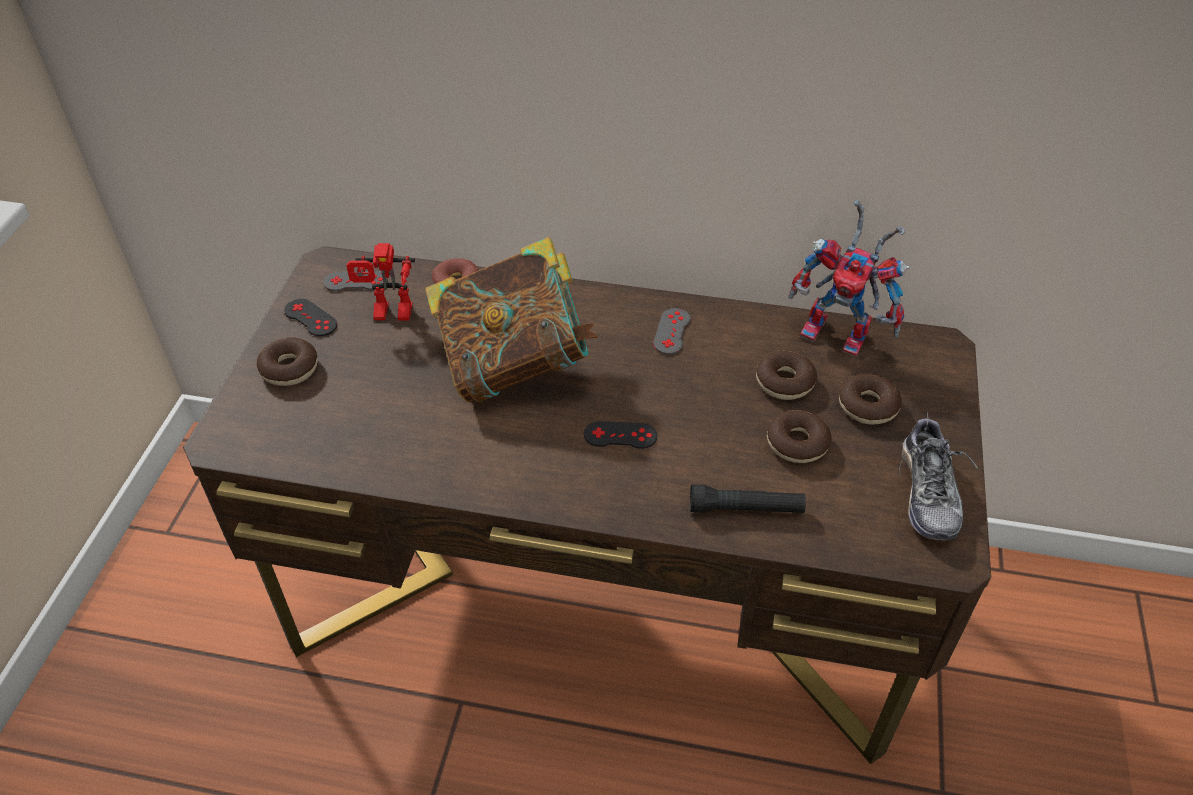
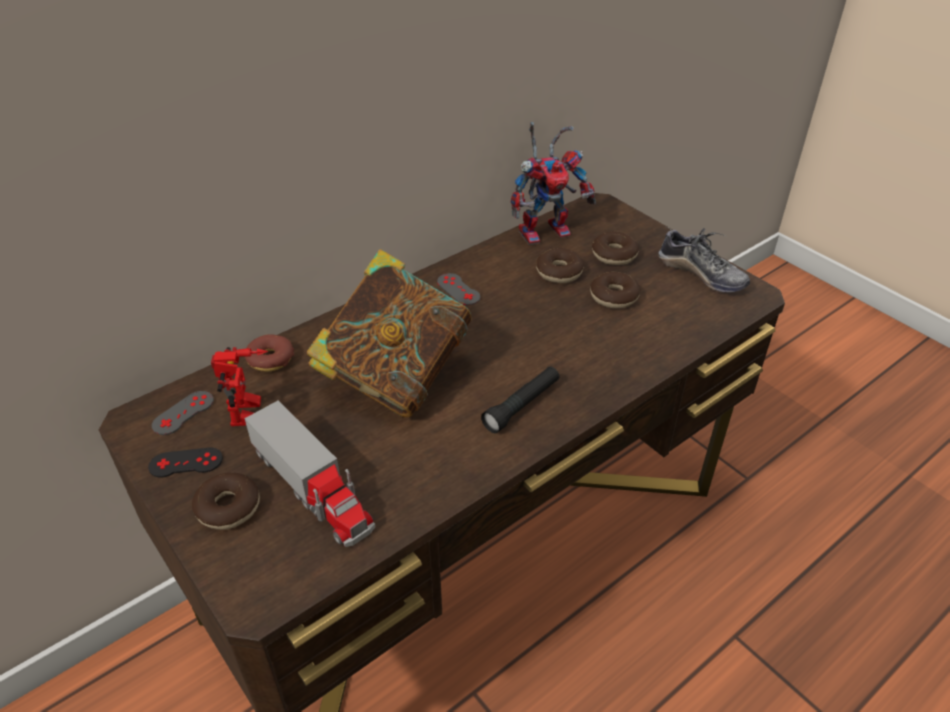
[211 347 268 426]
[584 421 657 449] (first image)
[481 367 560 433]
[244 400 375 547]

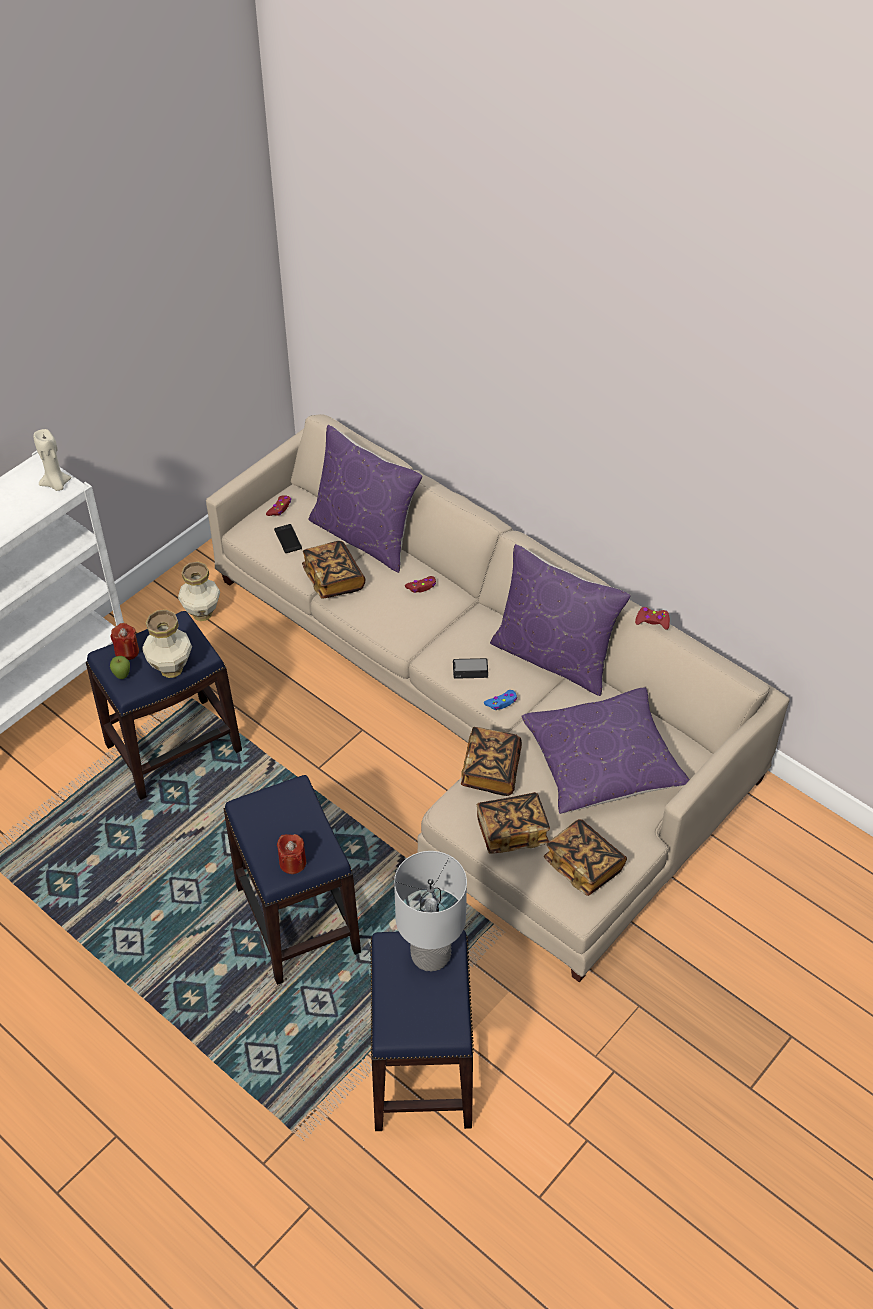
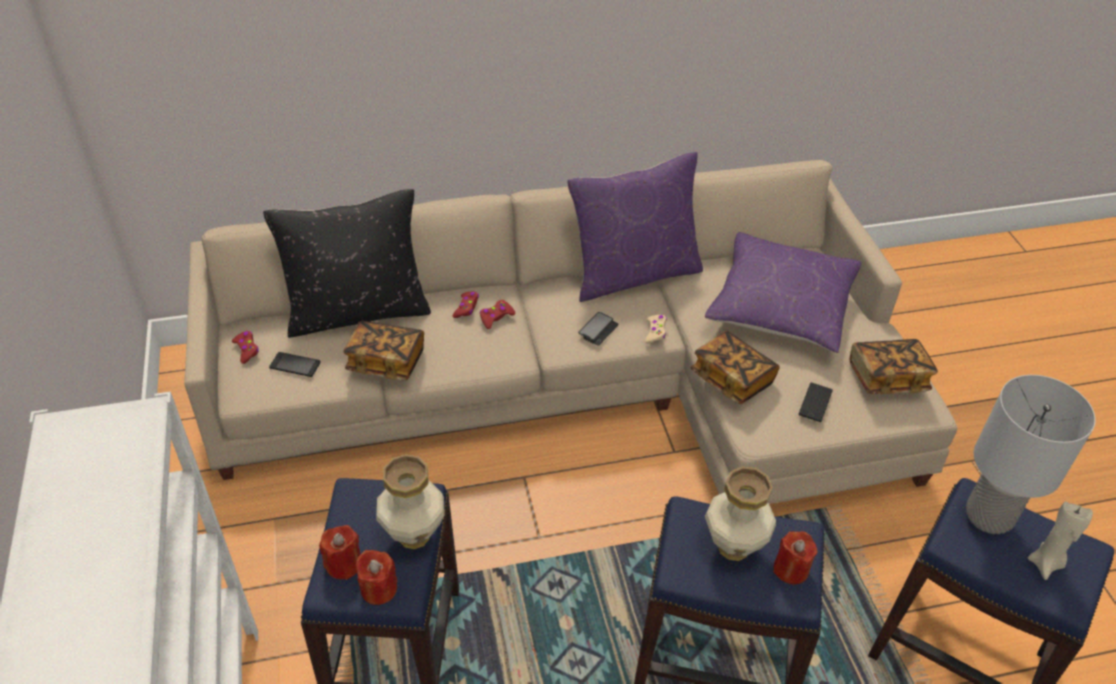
[263 189 431 338]
[1028 501 1093 580]
[705 467 776 561]
[480 300 515 329]
[356 550 397 605]
[645 315 667 343]
[799 383 833 422]

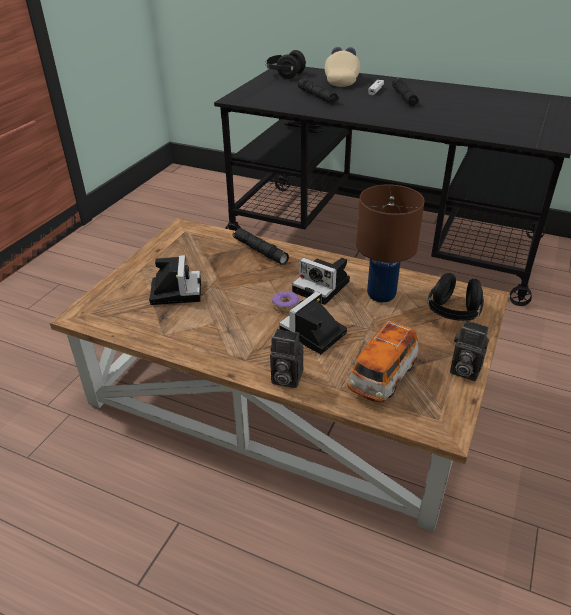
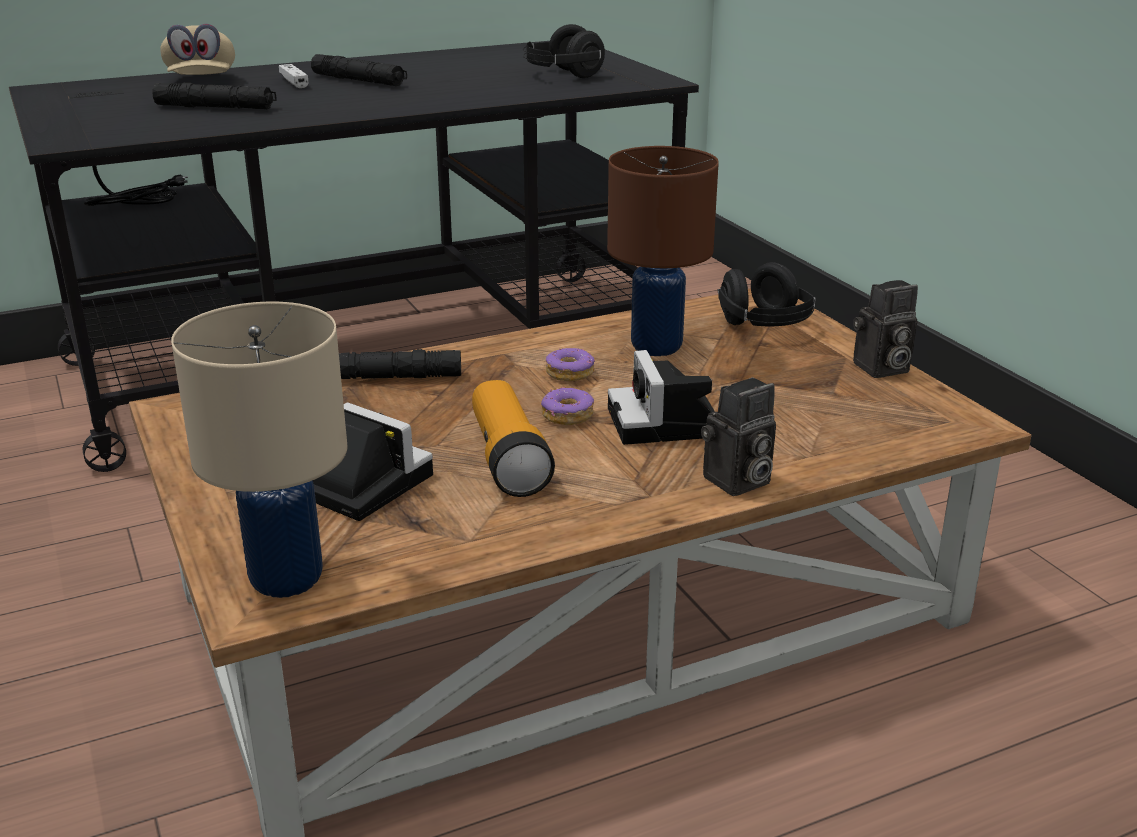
[160 24 235 75]
[523 24 605 78]
[546 348 595 381]
[347 320 419 403] (first image)
[171 302 347 598]
[472 380 555 497]

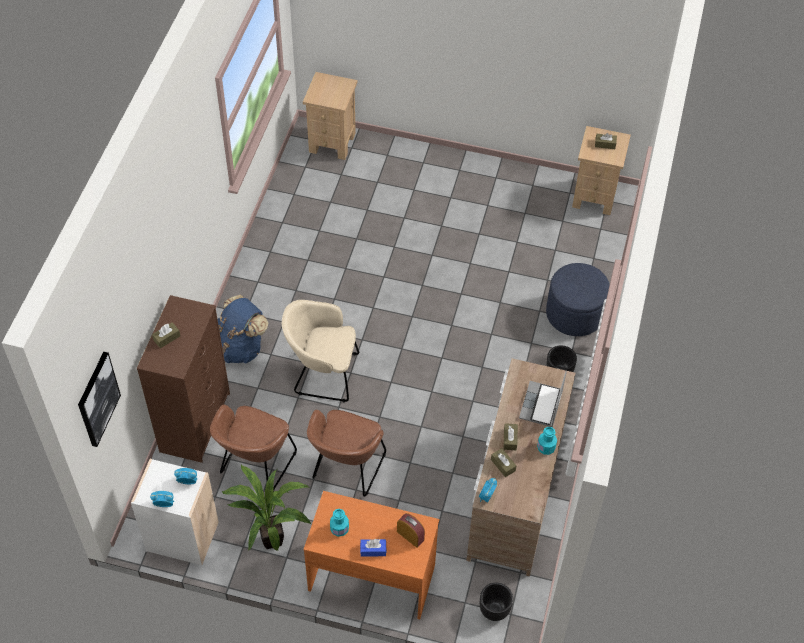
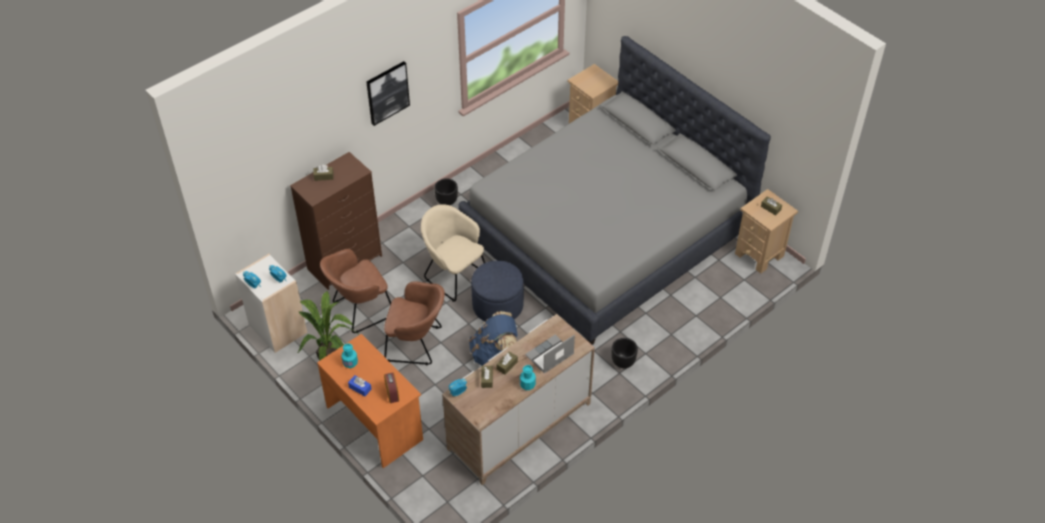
[471 260 524 321]
[469 311 518 366]
[366 61 410 126]
[384 281 445 365]
[434 178 458 205]
[459 36 771 345]

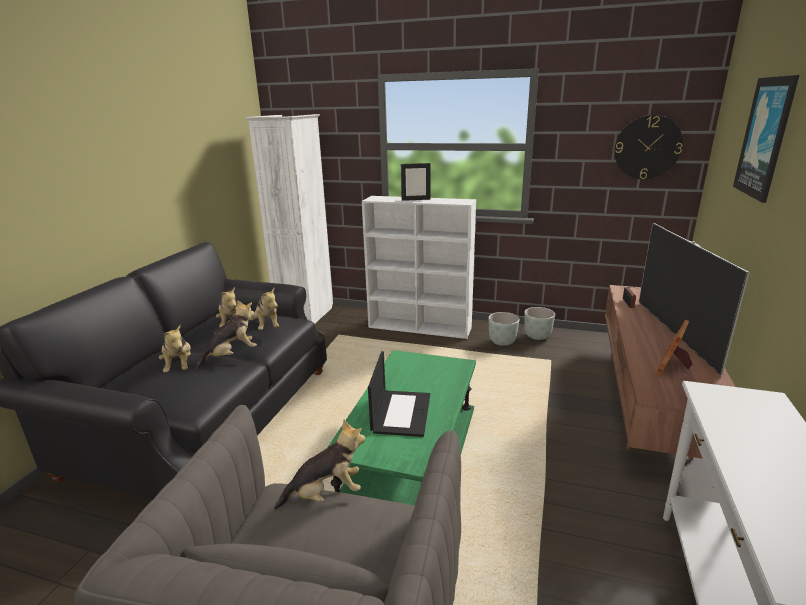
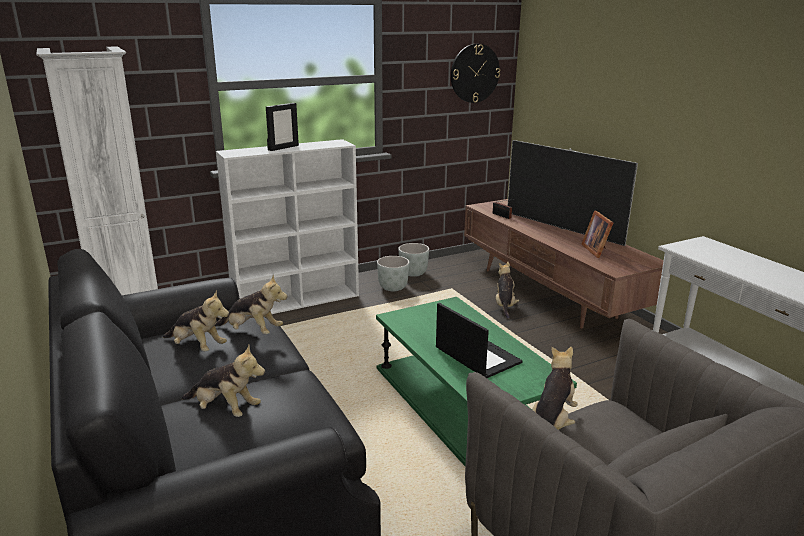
[733 75 799 203] (first image)
[496 262 519 319]

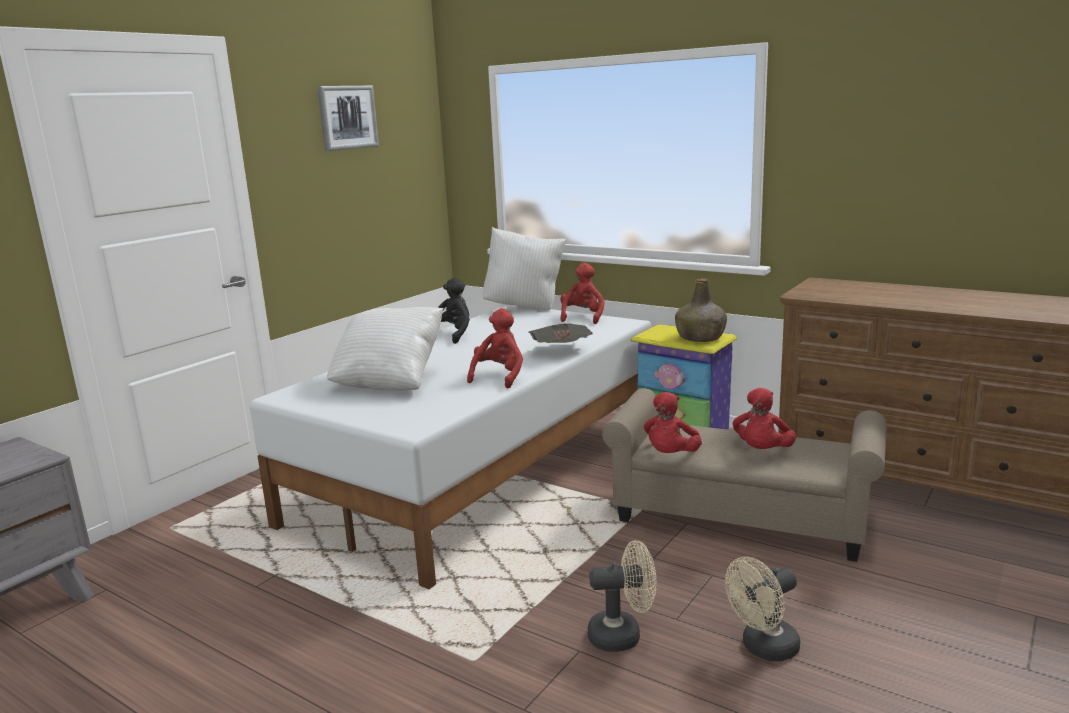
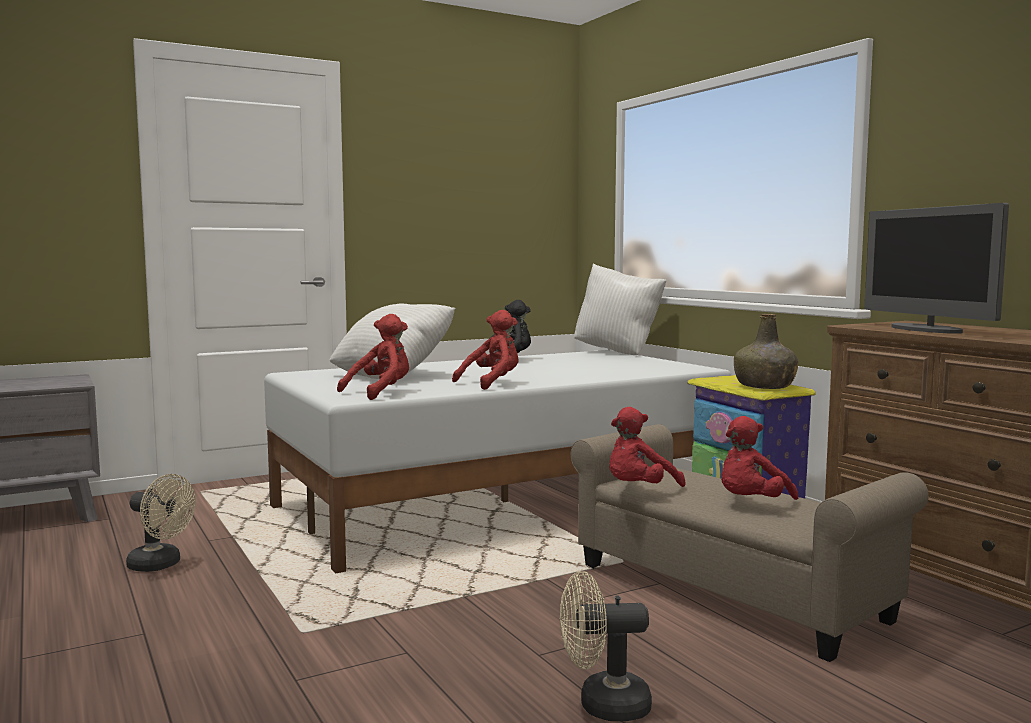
[317 86 379 151] (first image)
[337 314 409 400]
[529 323 593 343] (first image)
[126 474 196 572]
[864 203 1009 334]

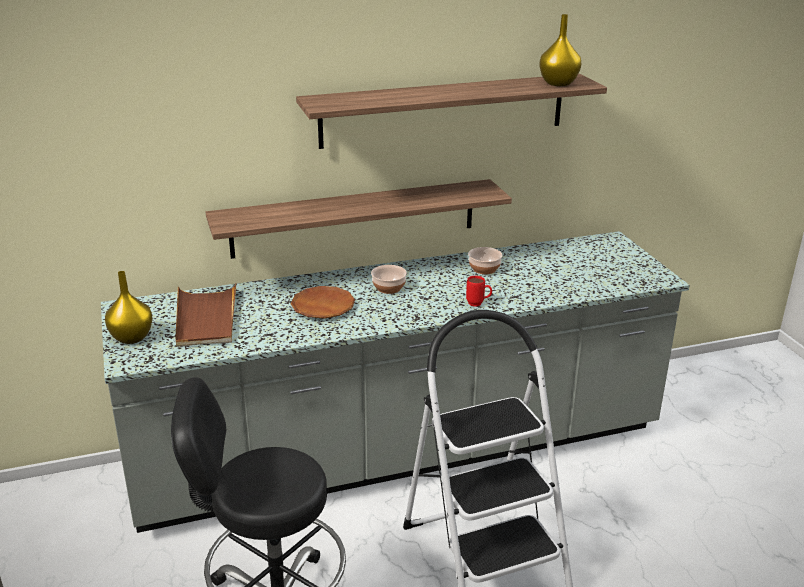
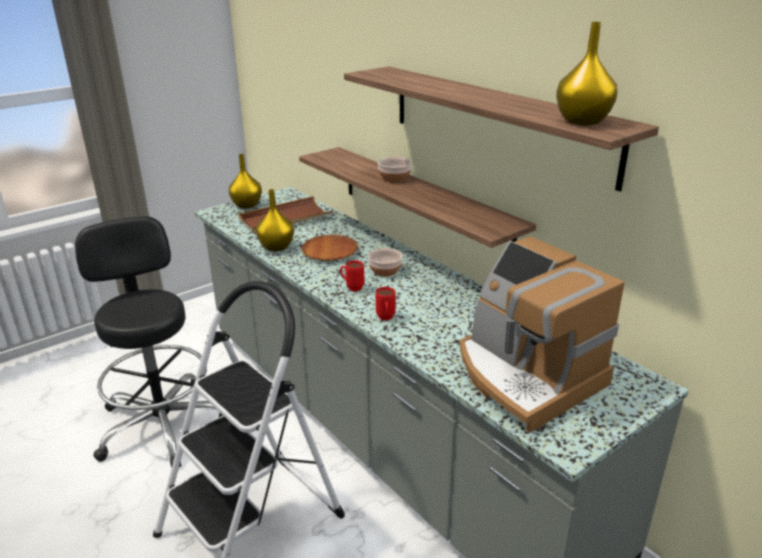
[377 157 412 182]
[256 189 294 251]
[460 236 625 433]
[340 260 364 292]

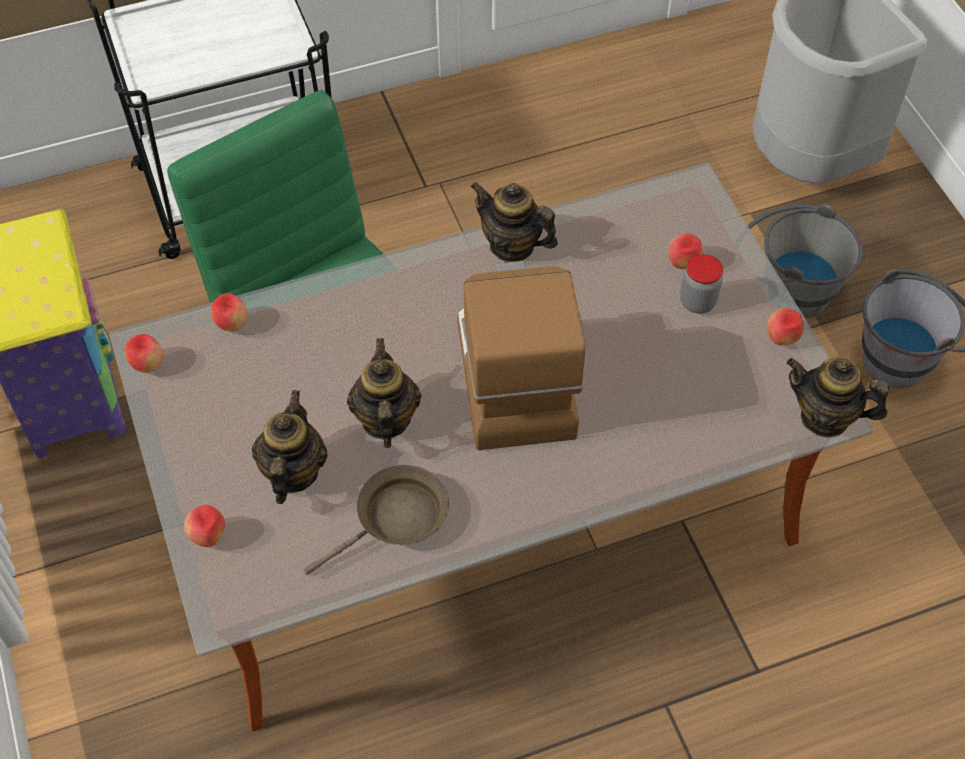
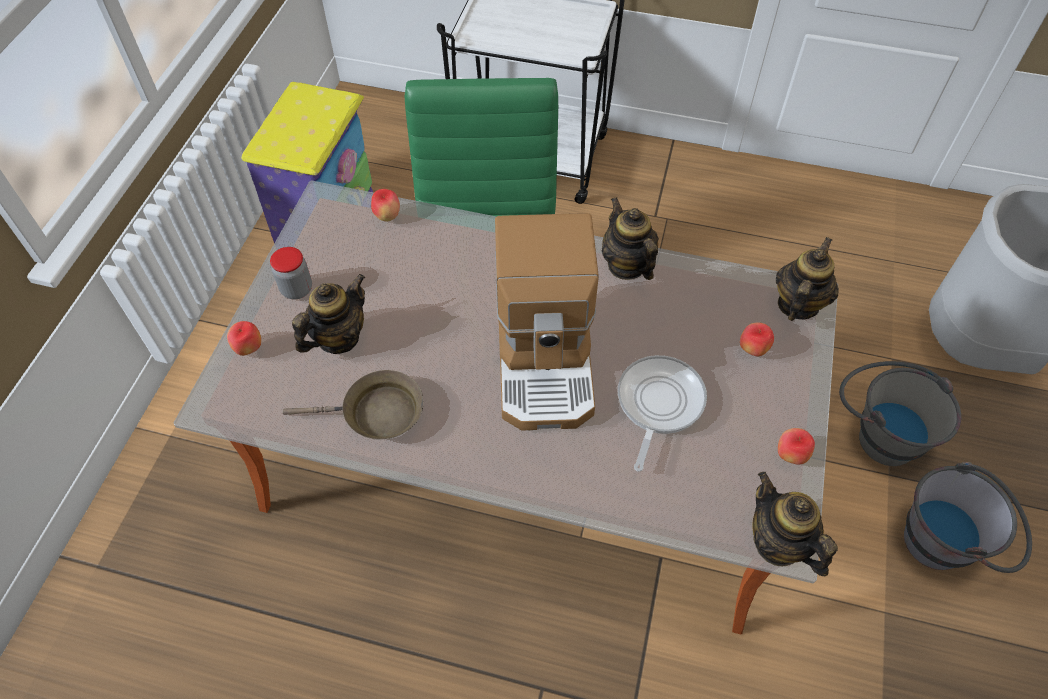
[270 247 312 299]
[495 213 599 431]
[125 334 164 373] (first image)
[776 237 839 321]
[618 355 707 472]

